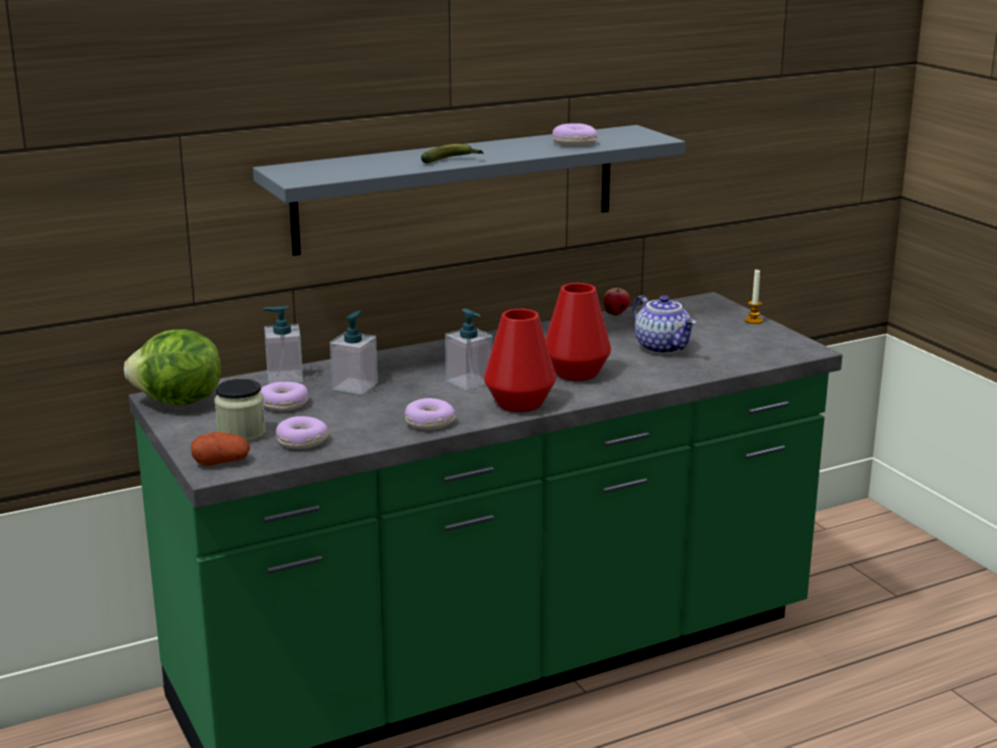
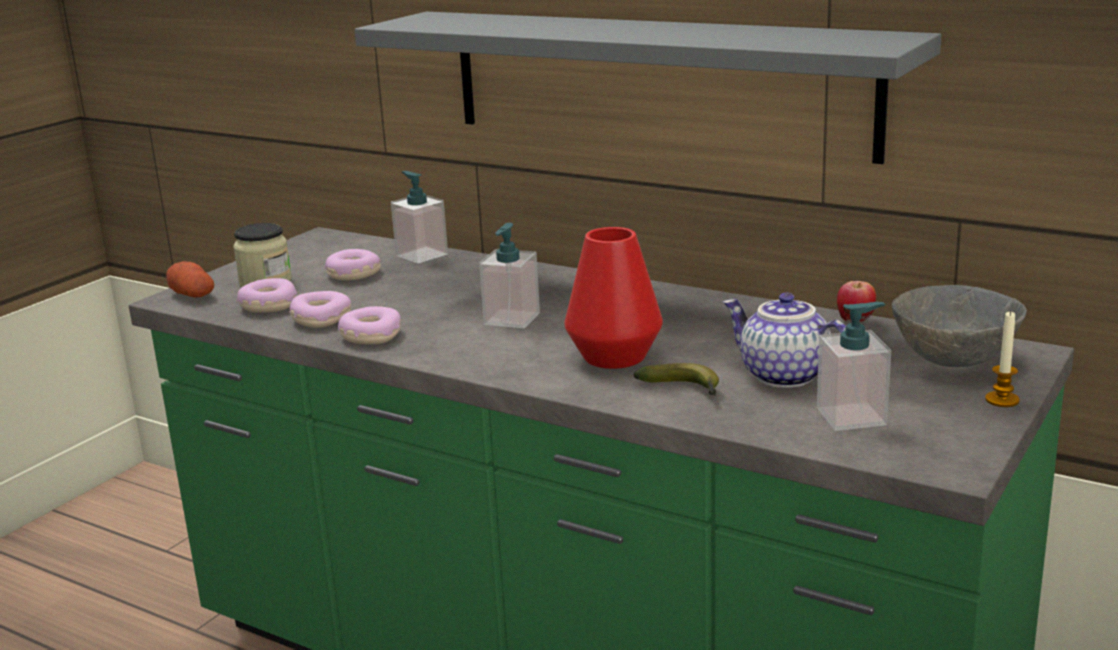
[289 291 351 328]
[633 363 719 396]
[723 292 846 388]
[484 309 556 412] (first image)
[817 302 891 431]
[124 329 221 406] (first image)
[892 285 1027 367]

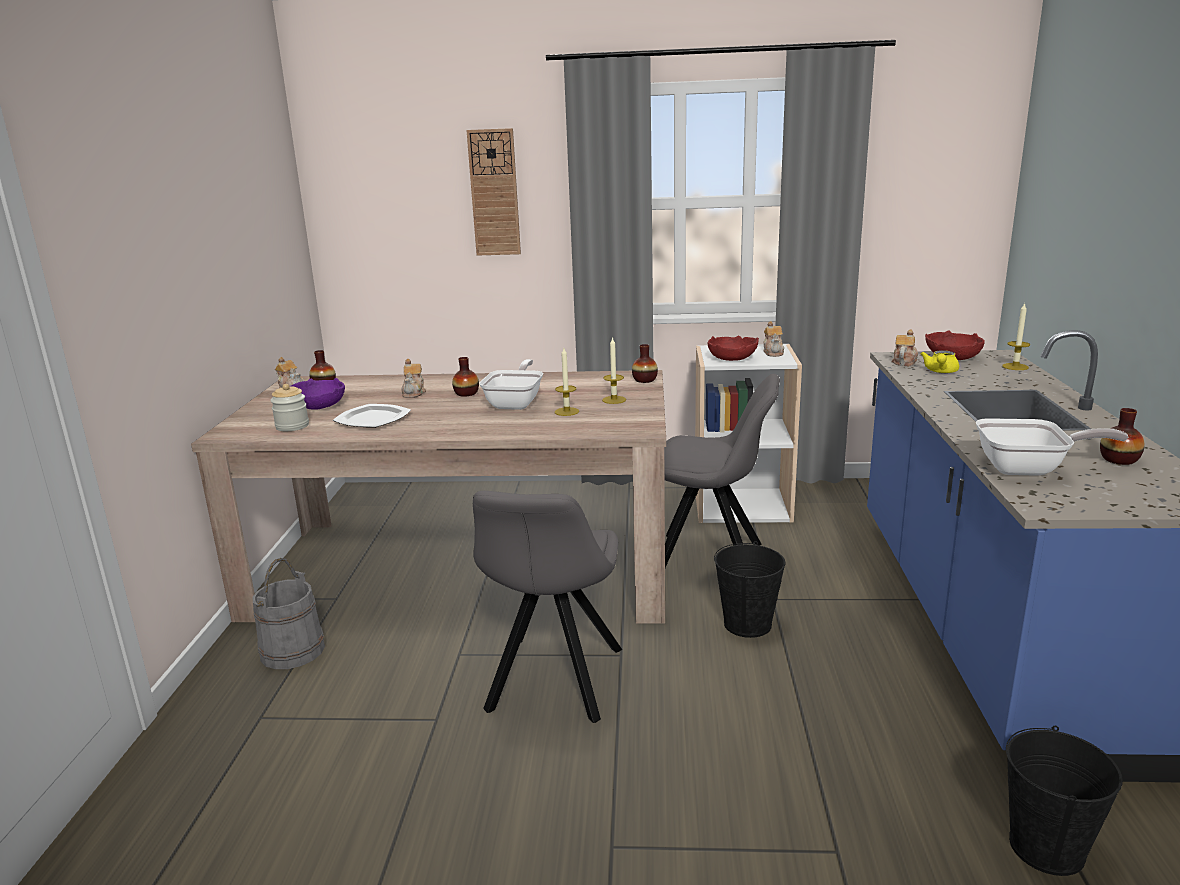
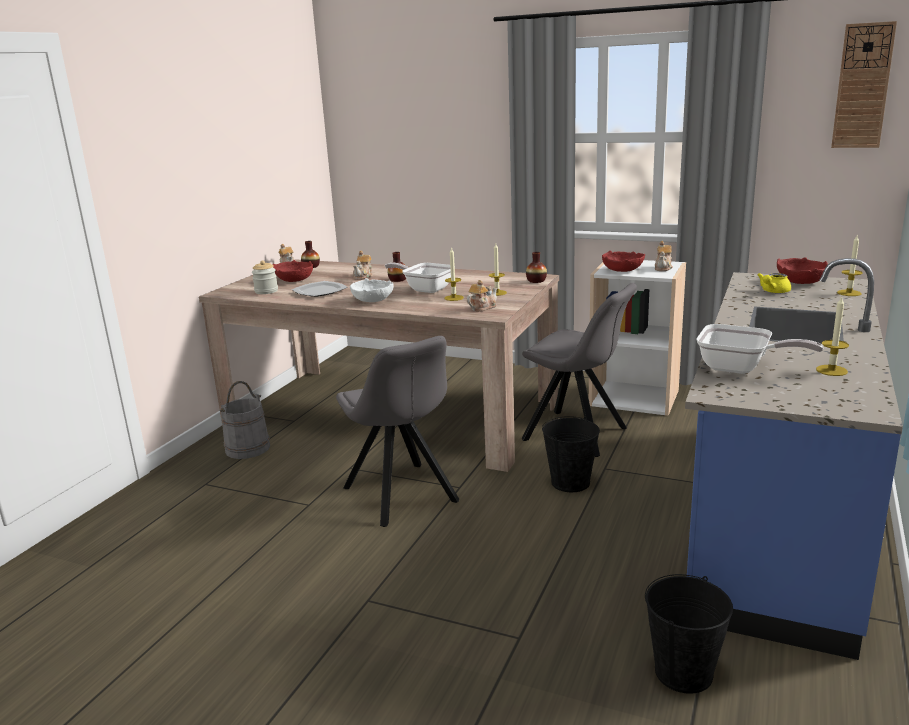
[831 21 897 148]
[467 280 497 312]
[385 263 451 293]
[273 260 313 282]
[816 296 849 376]
[336 336 459 527]
[350 278 394 302]

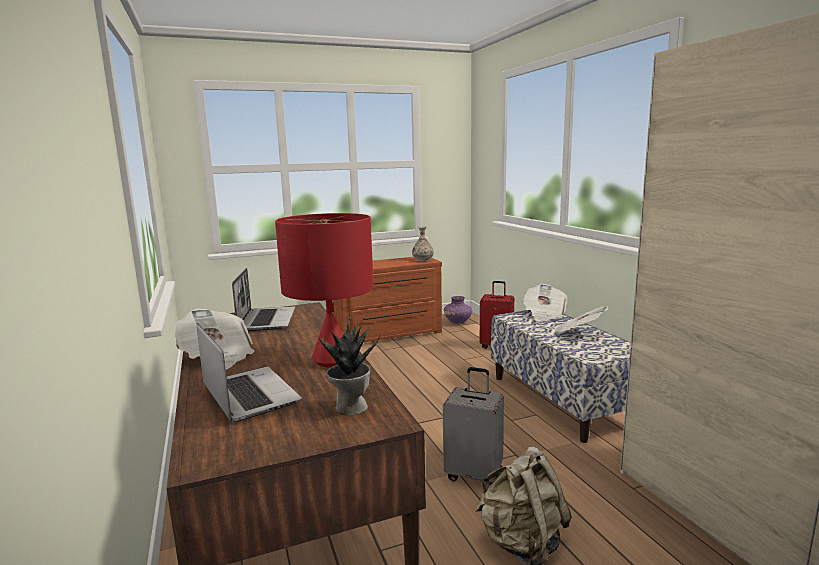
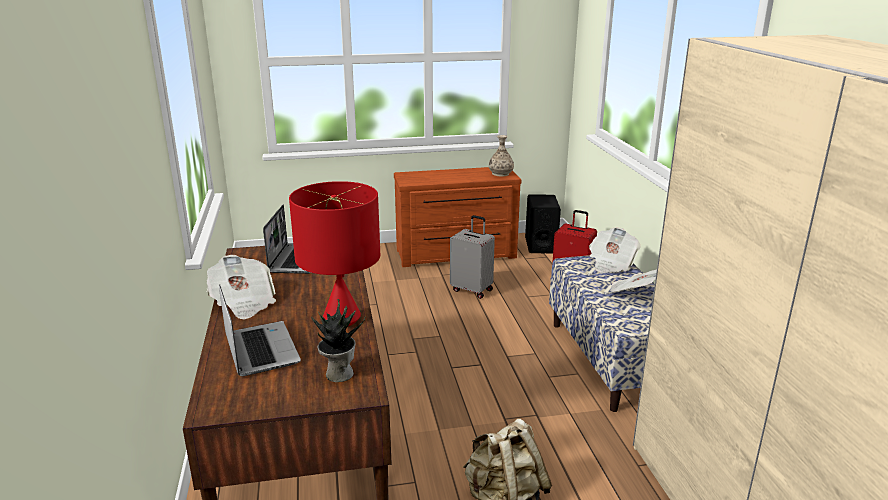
[525 194 561 253]
[450 215 495 299]

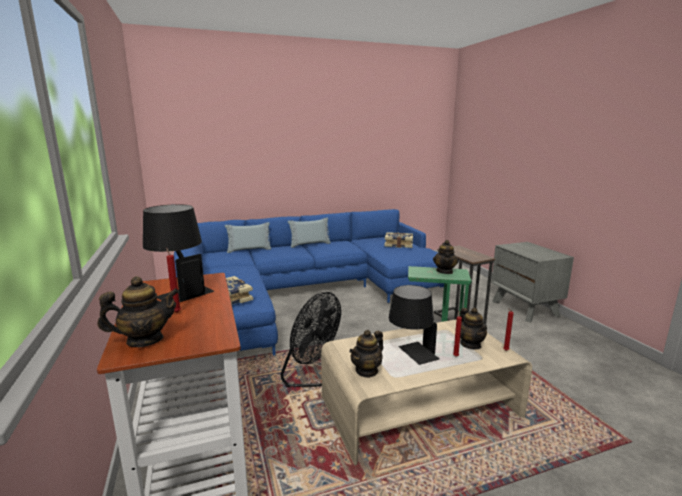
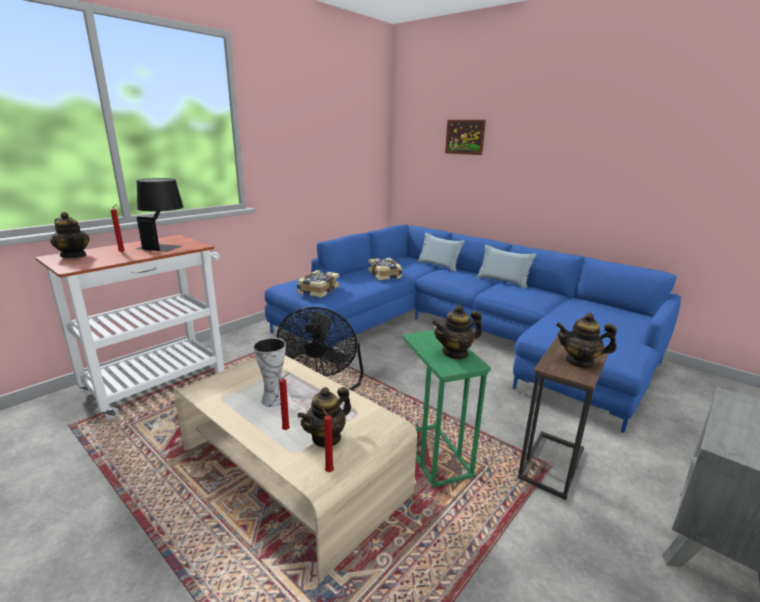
[368 258 403 280]
[253 338 286 407]
[556 313 617 369]
[445 120 486 155]

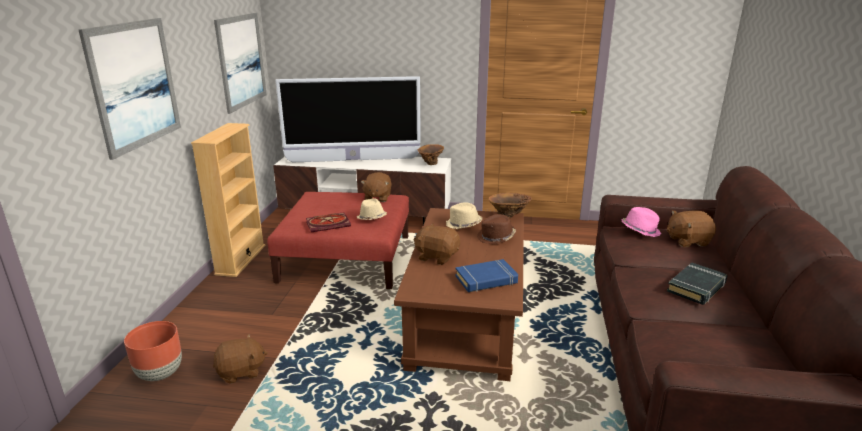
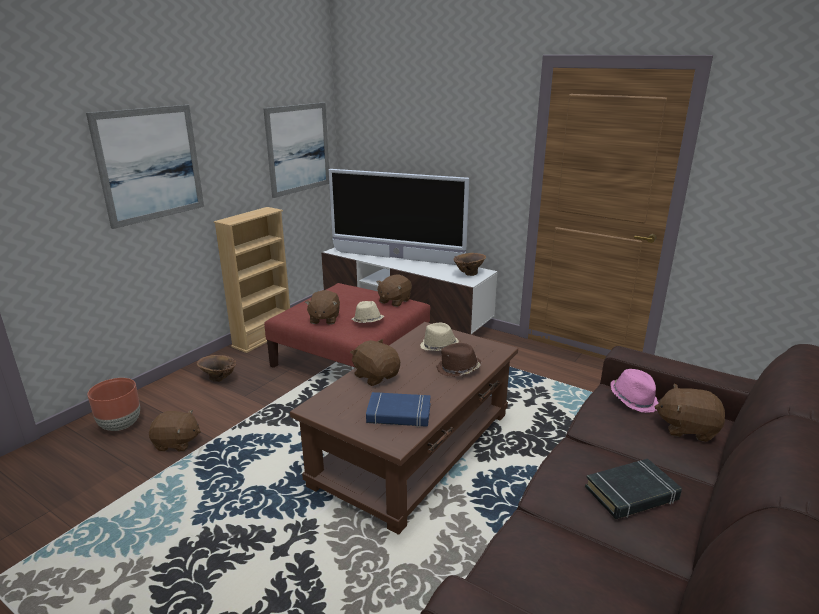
[197 355 236 382]
[305 290 340 324]

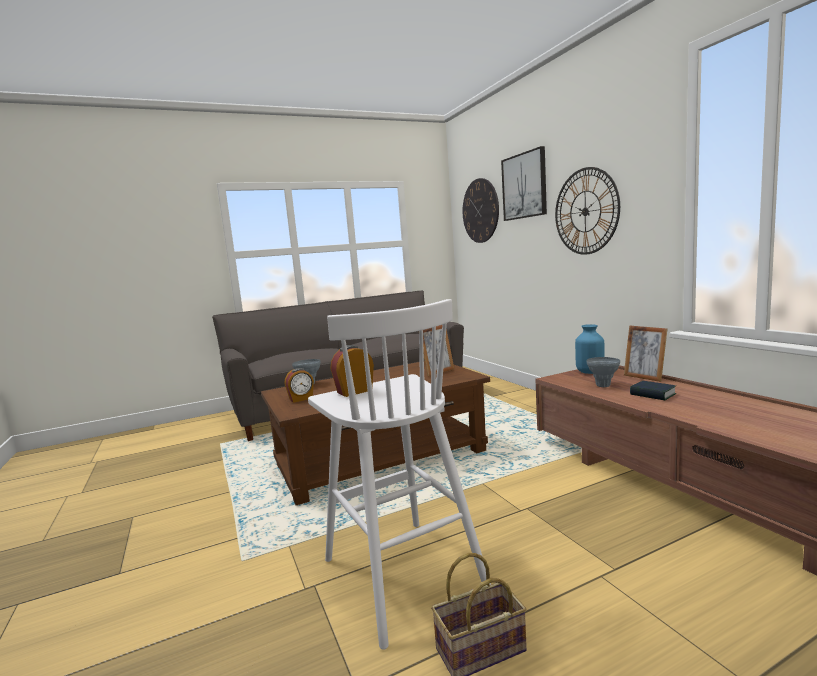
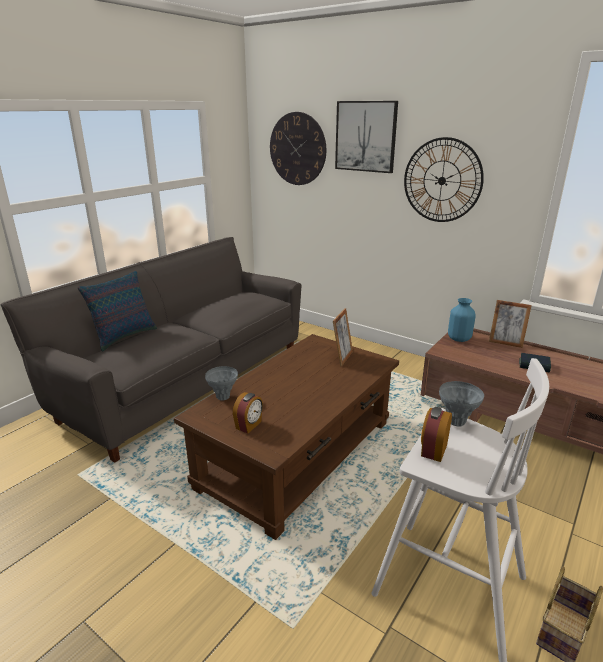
[439 381 484 427]
[78 271 157 351]

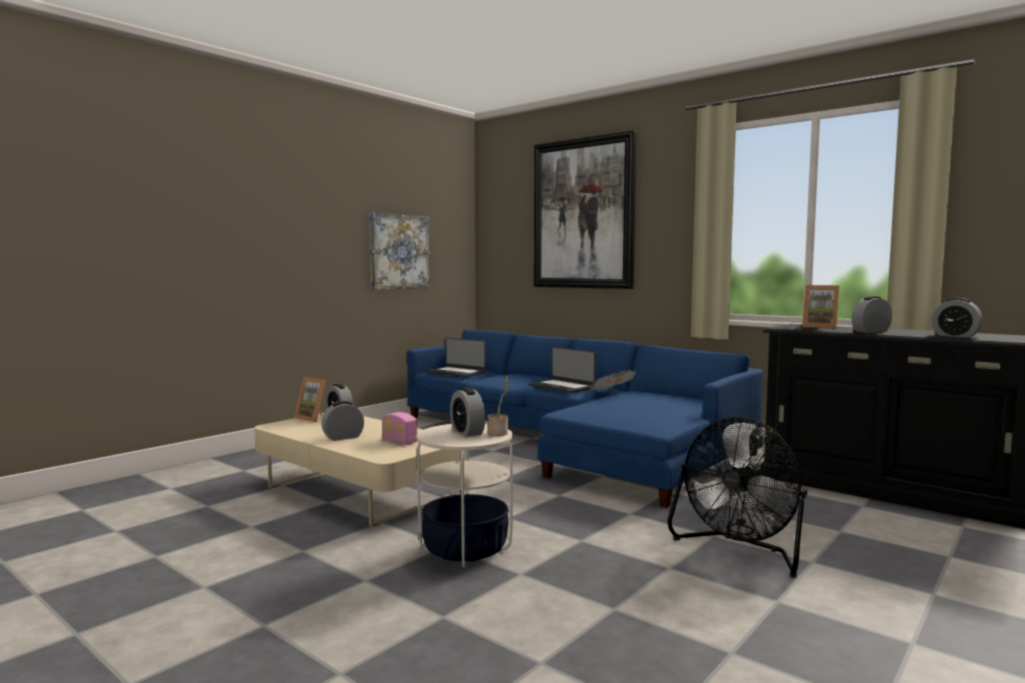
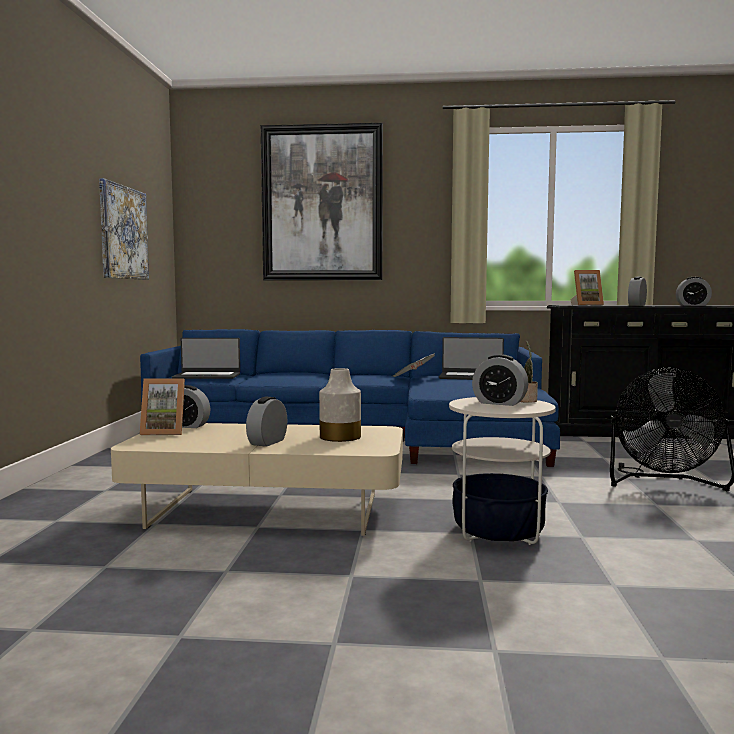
[439 337 504 380]
[319 368 361 442]

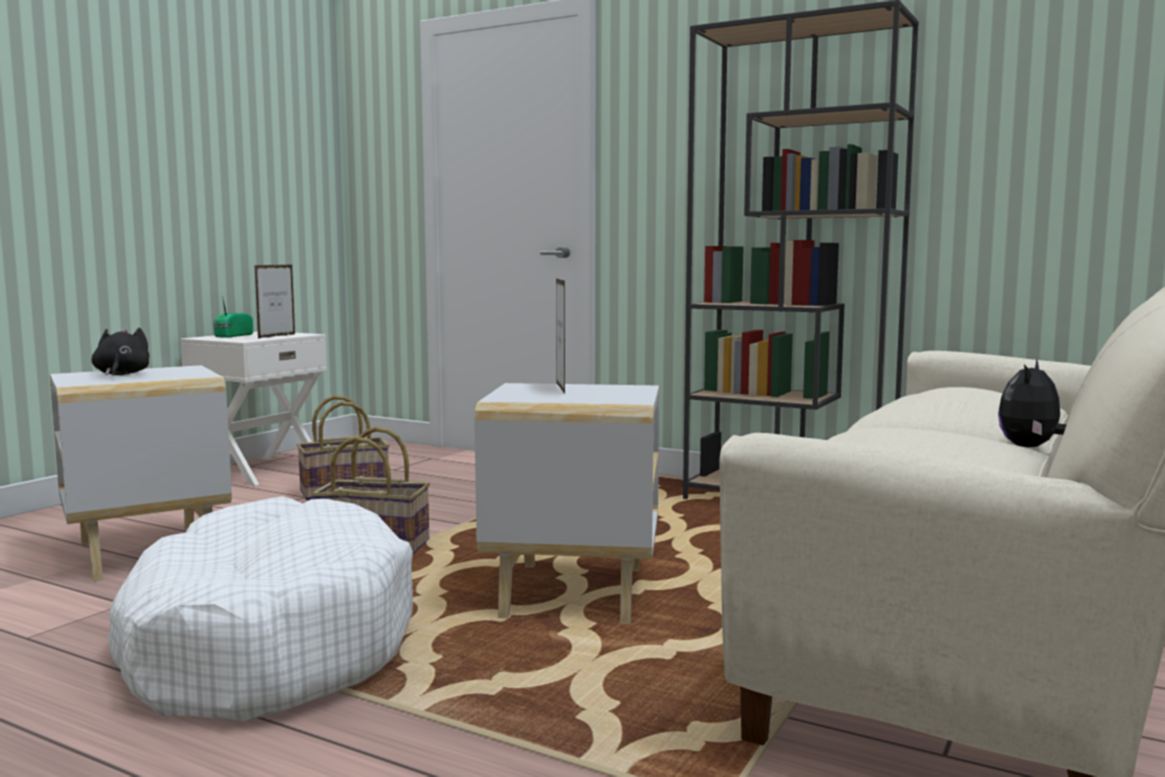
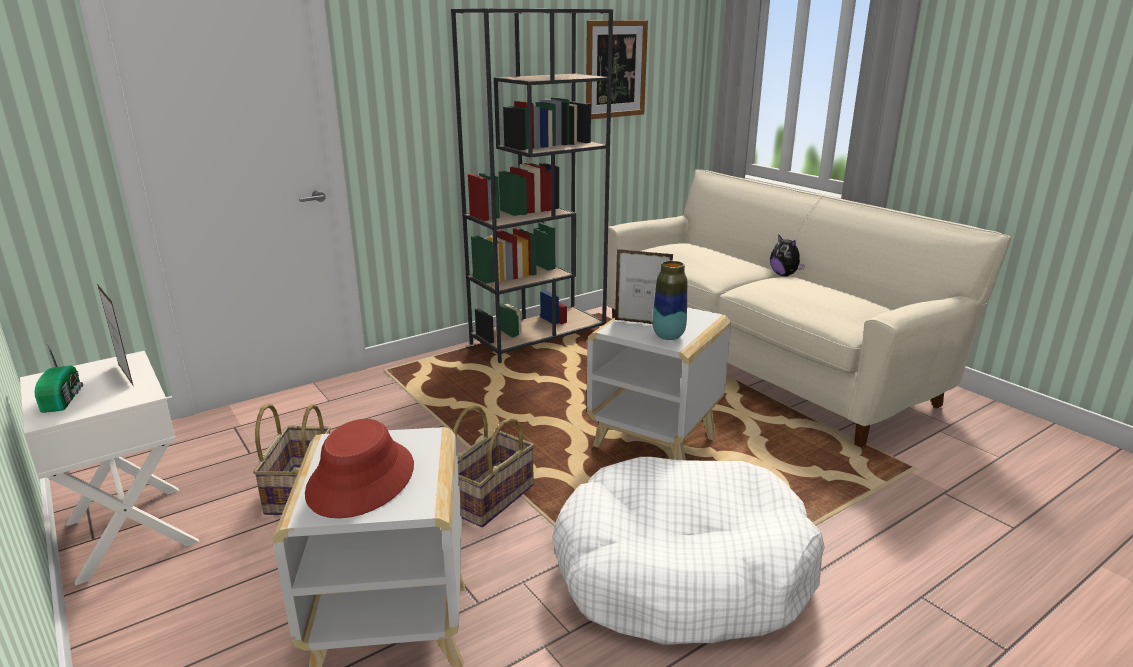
[34 340 83 413]
[305 419 414 518]
[586 20 648 119]
[653 261 687 340]

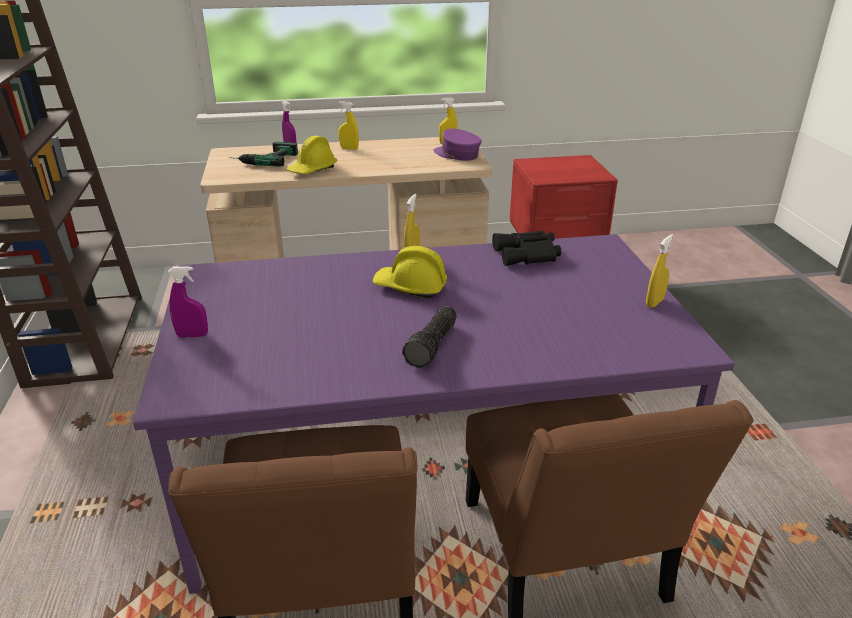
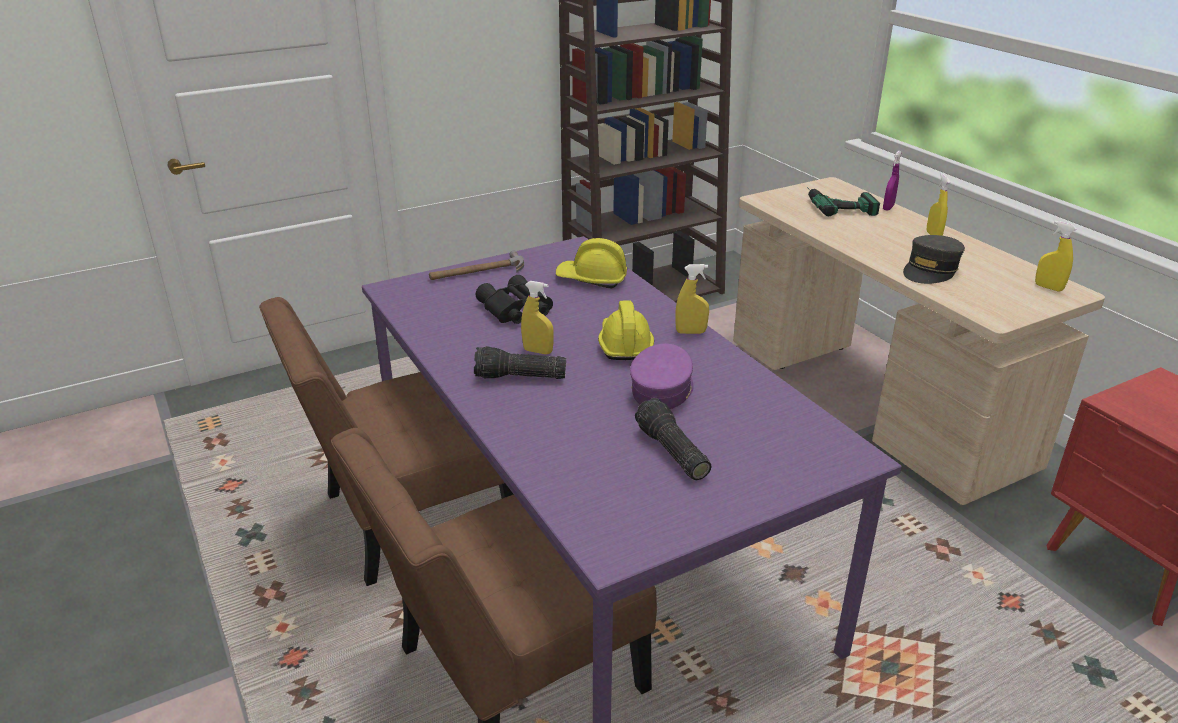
[630 344 693 409]
[556 238 627 288]
[476 275 553 324]
[521 281 554 354]
[429 250 524 280]
[903 235 965 284]
[635 398 711 480]

